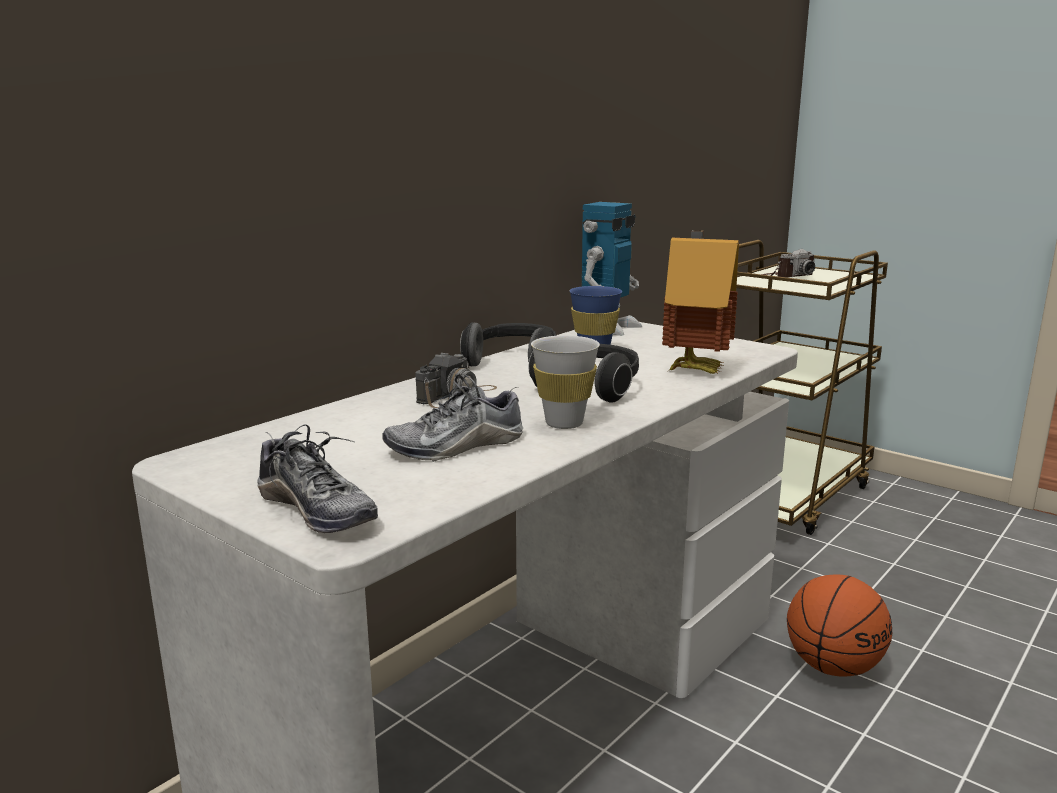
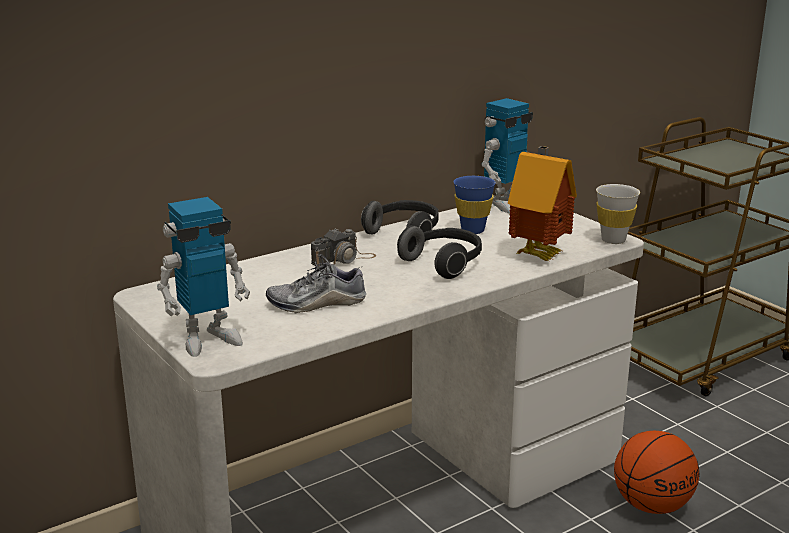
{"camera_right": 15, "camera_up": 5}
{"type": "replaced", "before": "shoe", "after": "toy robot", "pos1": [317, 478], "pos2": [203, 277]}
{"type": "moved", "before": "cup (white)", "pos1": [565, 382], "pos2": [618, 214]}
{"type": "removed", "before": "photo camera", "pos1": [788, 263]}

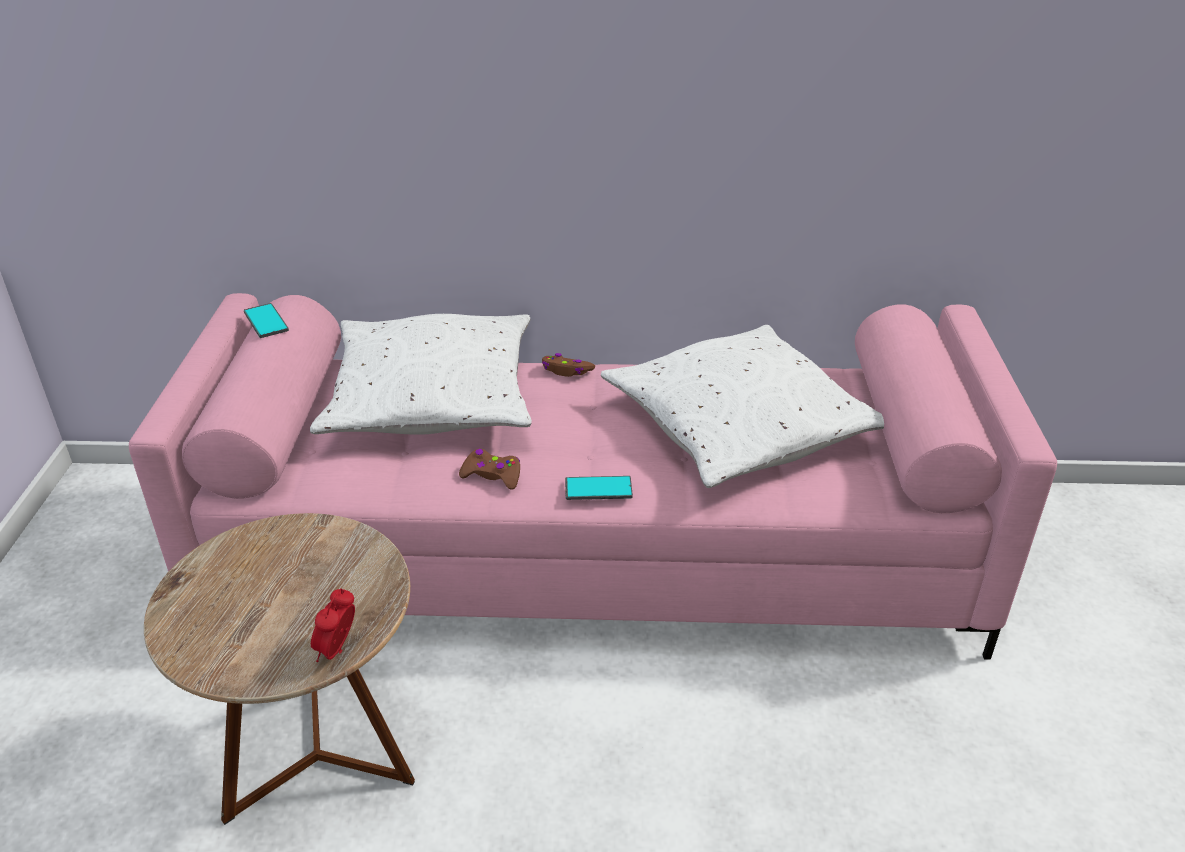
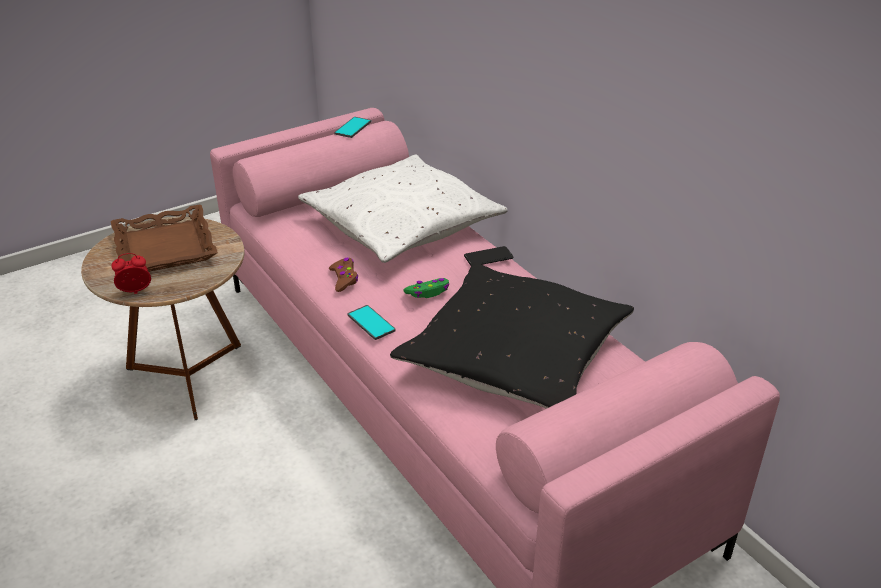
{"camera_right": 55, "camera_up": 0}
{"type": "replaced", "before": "game controller (brown)", "after": "phone", "pos1": [568, 365], "pos2": [489, 256]}
{"type": "recoloured", "before": "pillow (white)", "after": "pillow (black)", "pos1": [742, 406], "pos2": [512, 335]}
{"type": "added", "after": "tray (brown)", "pos2": [164, 238]}
{"type": "added", "after": "game controller (green)", "pos2": [426, 288]}

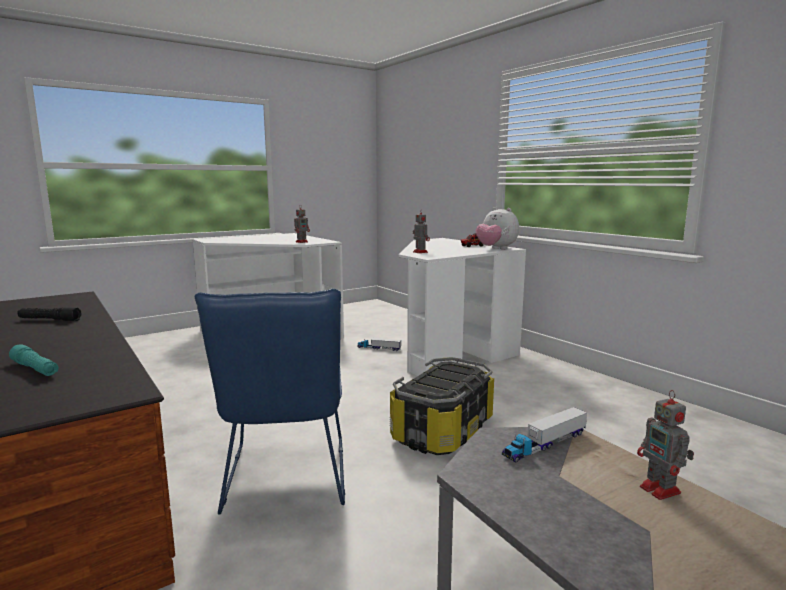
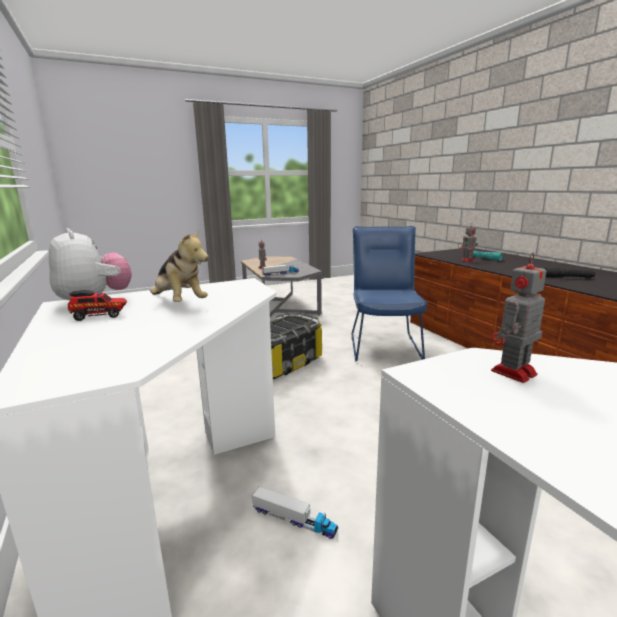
{"camera_right": -170, "camera_up": 5}
{"type": "moved", "before": "toy robot", "pos1": [421, 231], "pos2": [469, 243]}
{"type": "added", "after": "plush toy", "pos2": [179, 266]}

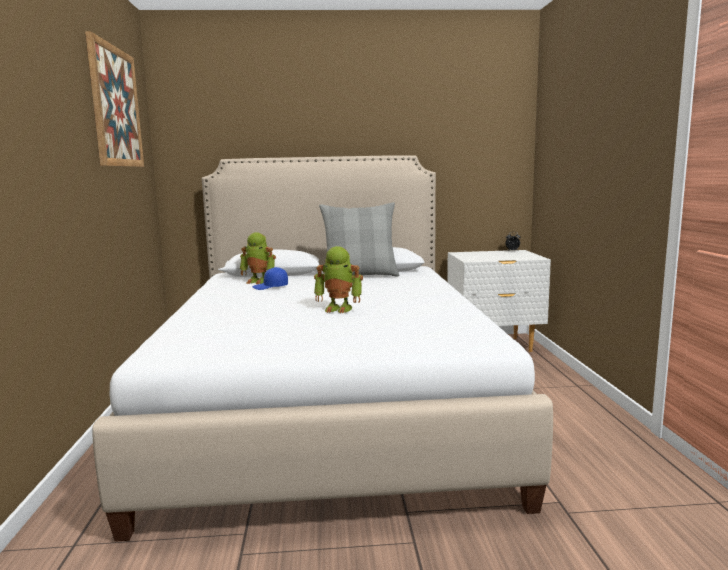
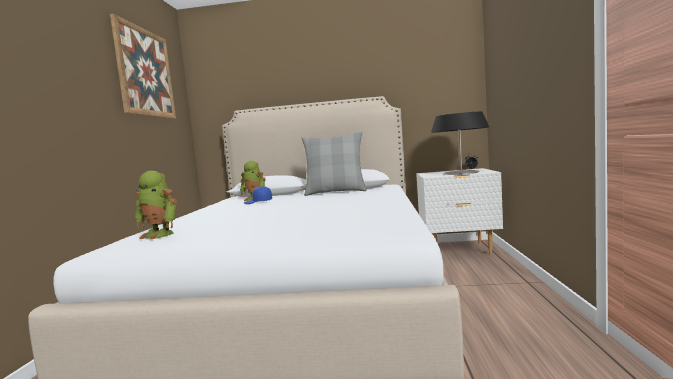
{"camera_right": 10, "camera_up": -5}
{"type": "moved", "before": "toy robot", "pos1": [338, 279], "pos2": [155, 205]}
{"type": "added", "after": "table lamp", "pos2": [460, 143]}

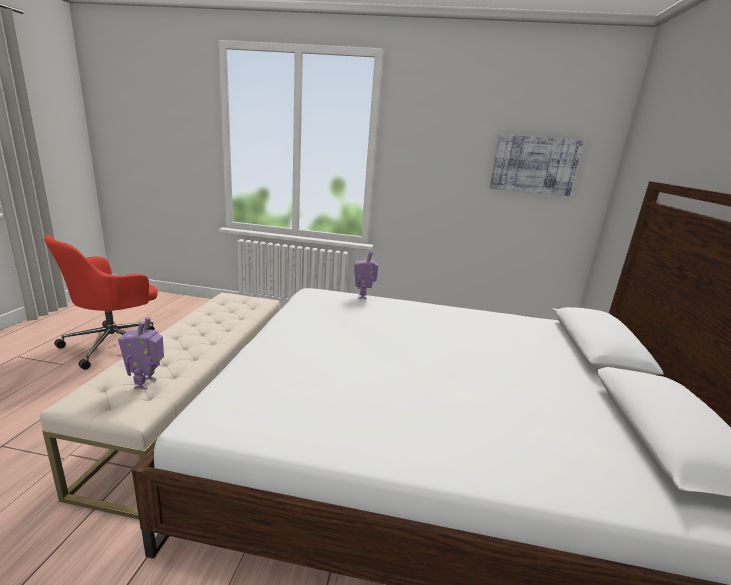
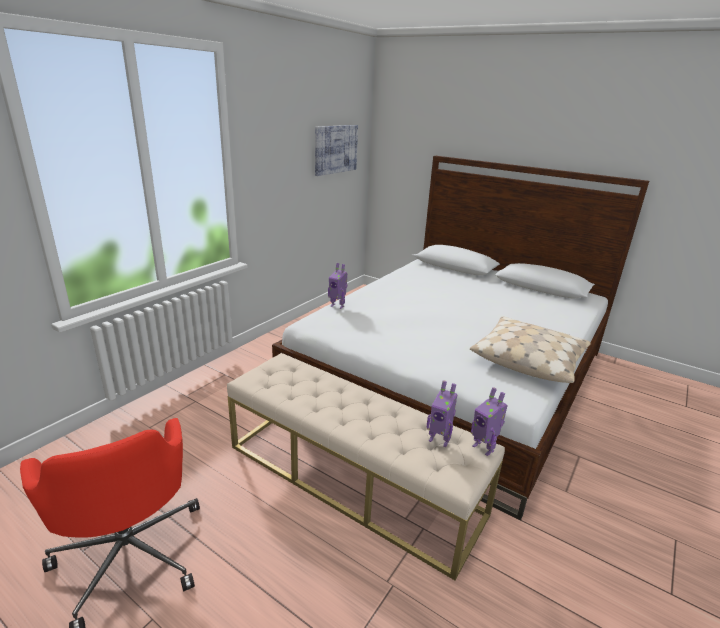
{"camera_right": -65, "camera_up": 5}
{"type": "added", "after": "pillow (beige)", "pos2": [530, 350]}
{"type": "added", "after": "toy robot", "pos2": [489, 421]}

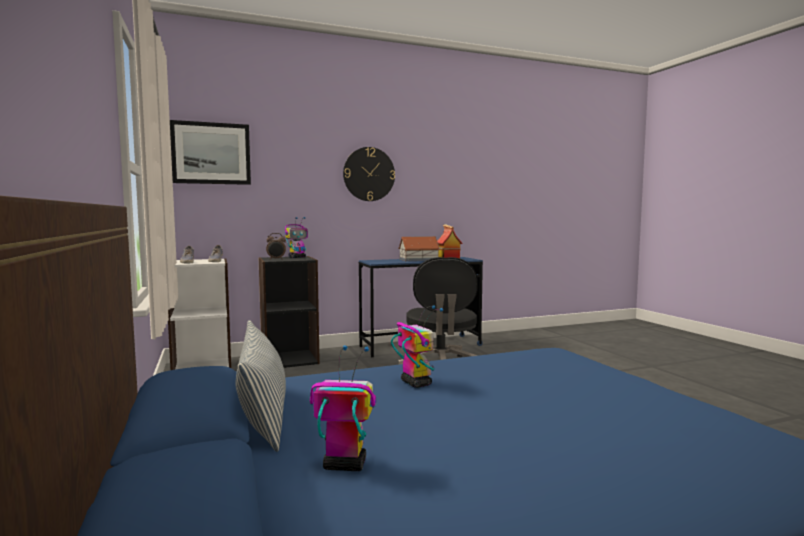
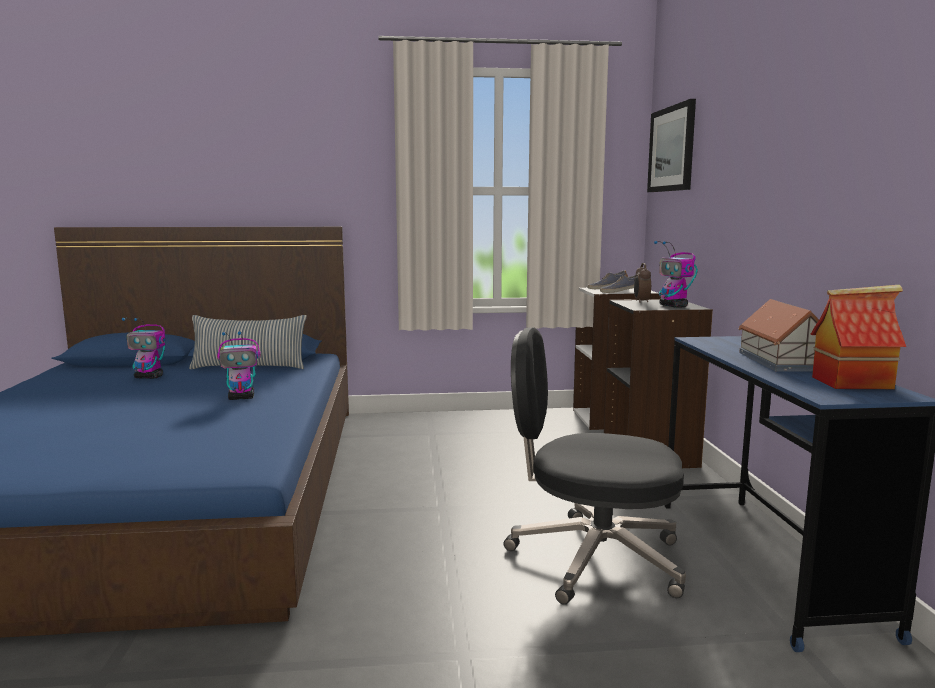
{"camera_right": 105, "camera_up": 5}
{"type": "turned", "before": "toy robot", "pos1": [343, 408], "pos2": [143, 348], "turn": 75}
{"type": "removed", "before": "wall clock", "pos1": [369, 174]}

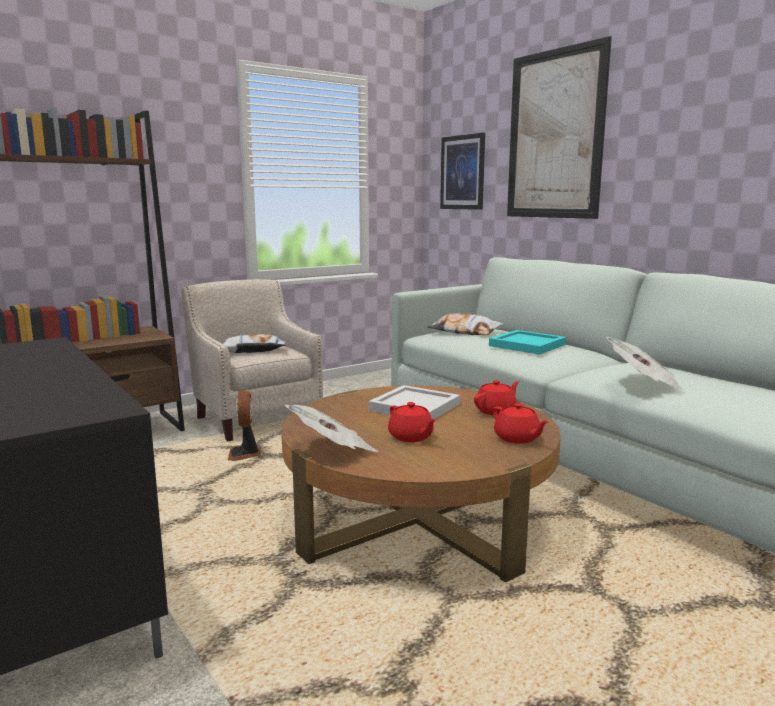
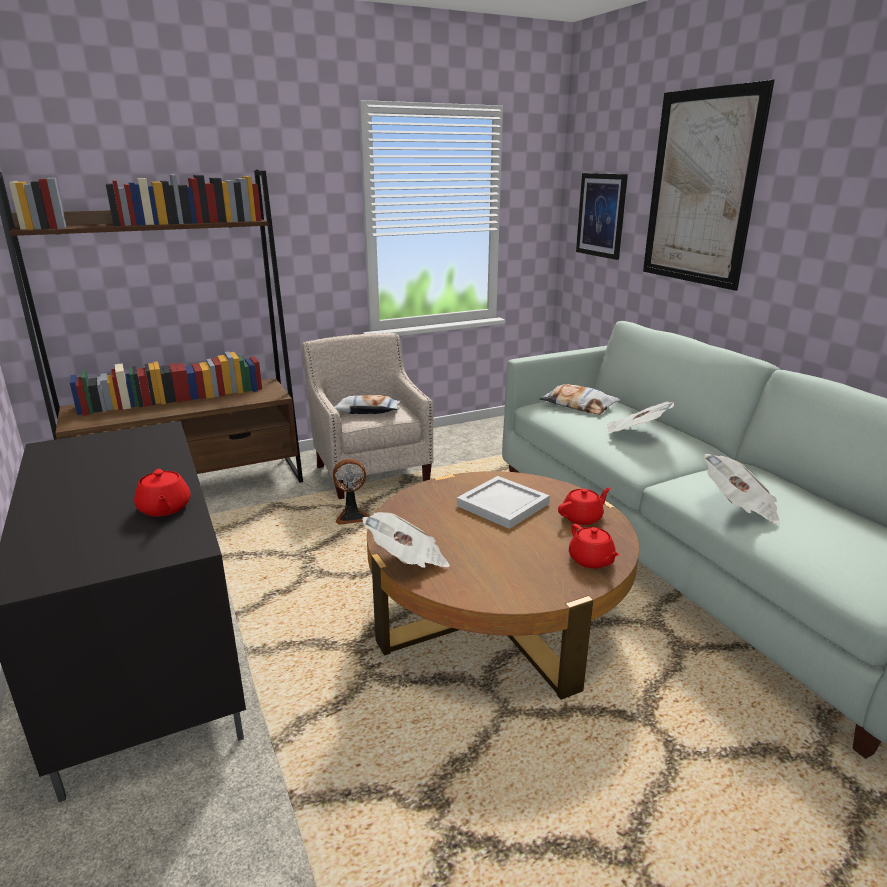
{"camera_right": 10, "camera_up": 10}
{"type": "turned", "before": "fan", "pos1": [244, 425], "pos2": [351, 491], "turn": -105}
{"type": "moved", "before": "teapot (red)", "pos1": [412, 422], "pos2": [162, 492]}
{"type": "replaced", "before": "tray (turquoise)", "after": "newspaper", "pos1": [527, 342], "pos2": [640, 417]}

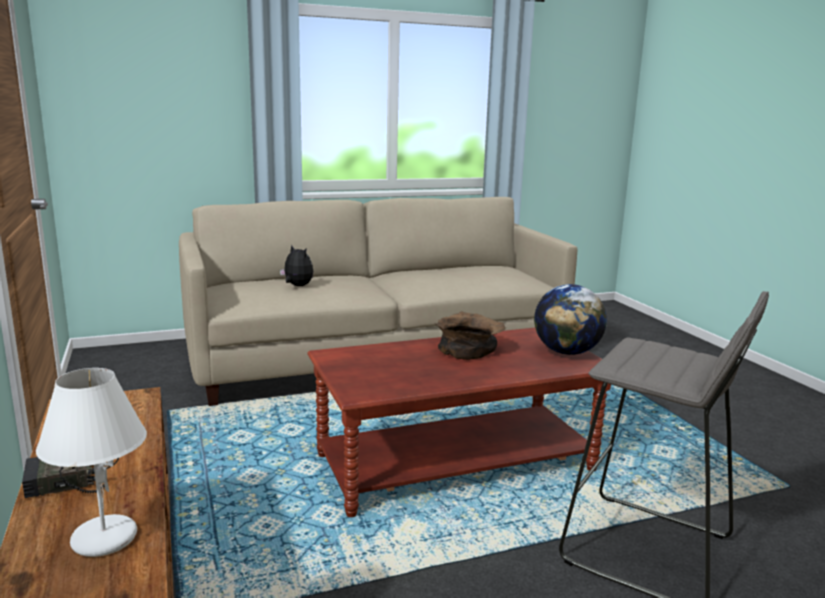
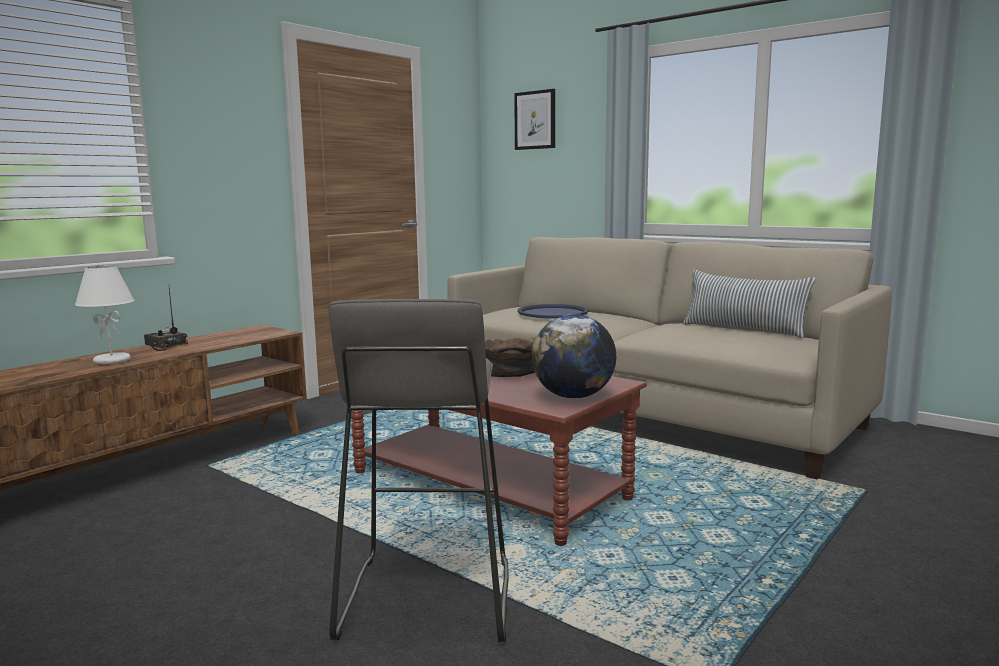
{"camera_right": 60, "camera_up": -5}
{"type": "replaced", "before": "plush toy", "after": "tray (blue)", "pos1": [296, 265], "pos2": [553, 311]}
{"type": "added", "after": "picture", "pos2": [534, 119]}
{"type": "added", "after": "pillow", "pos2": [749, 304]}

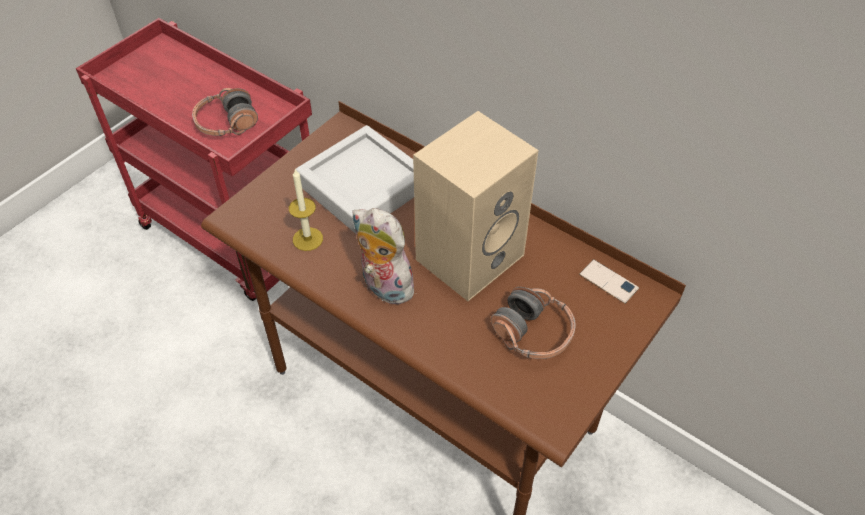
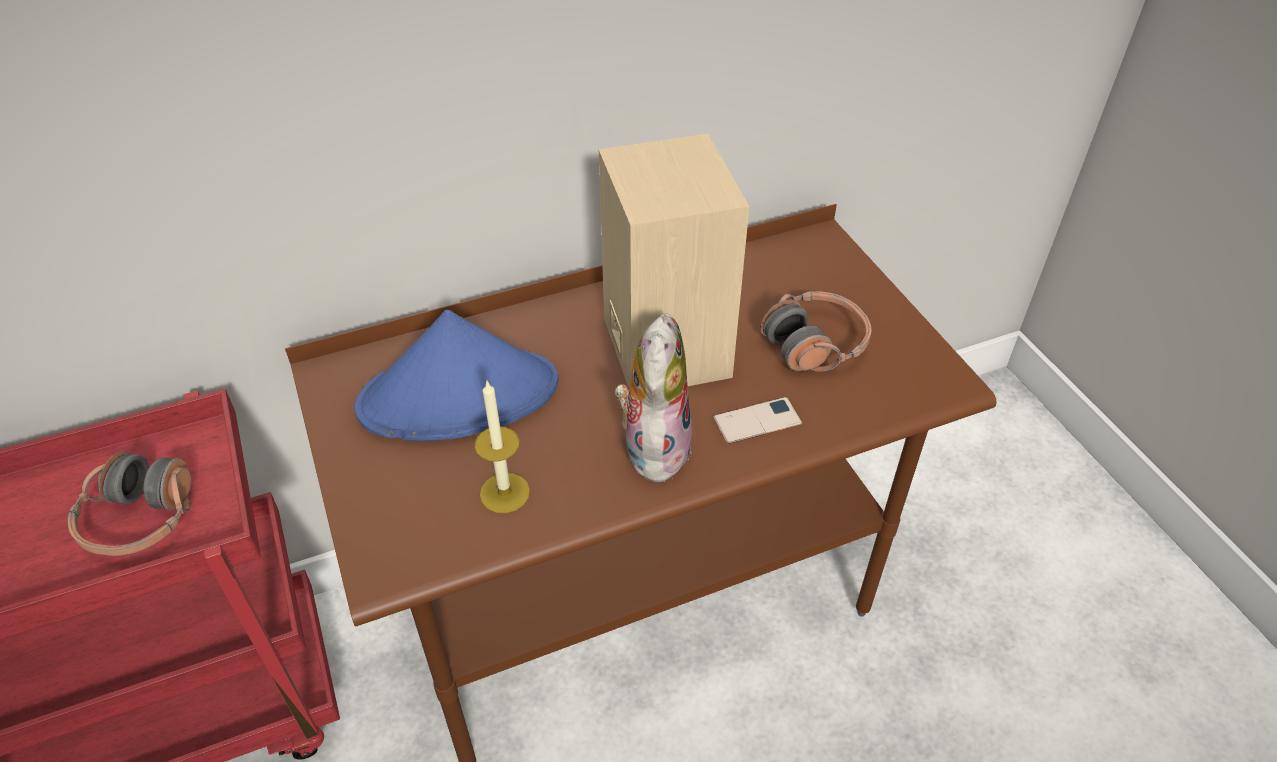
{"camera_right": -60, "camera_up": -5}
{"type": "replaced", "before": "tray (grey)", "after": "hat (blue)", "pos1": [355, 179], "pos2": [457, 375]}
{"type": "turned", "before": "plush toy", "pos1": [385, 256], "pos2": [653, 399], "turn": 120}
{"type": "moved", "before": "phone", "pos1": [609, 281], "pos2": [757, 420]}

